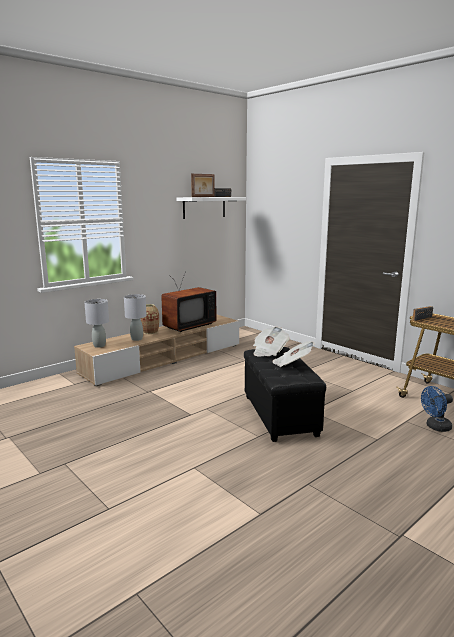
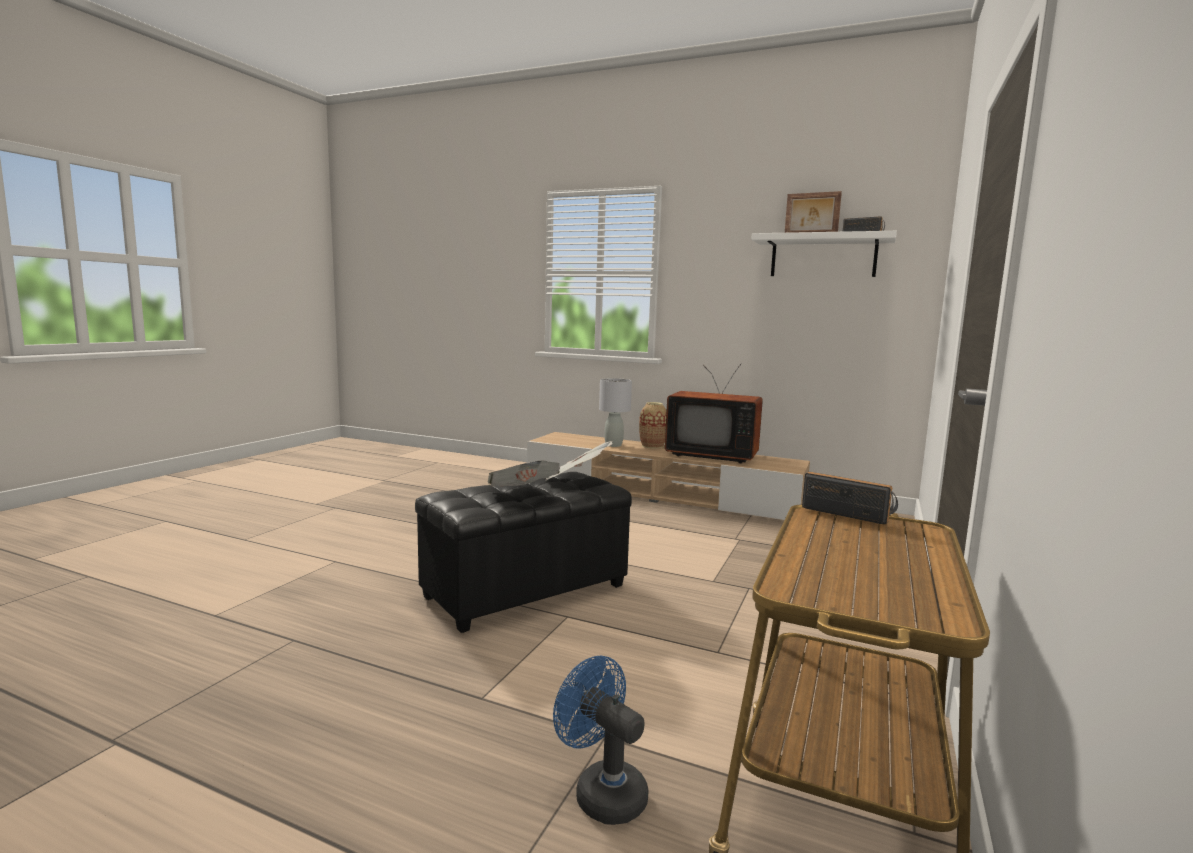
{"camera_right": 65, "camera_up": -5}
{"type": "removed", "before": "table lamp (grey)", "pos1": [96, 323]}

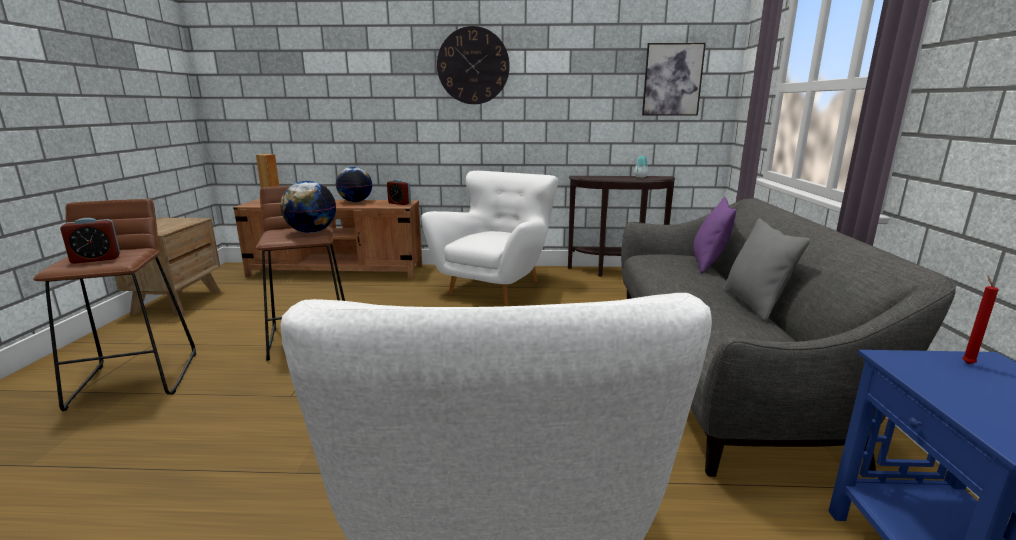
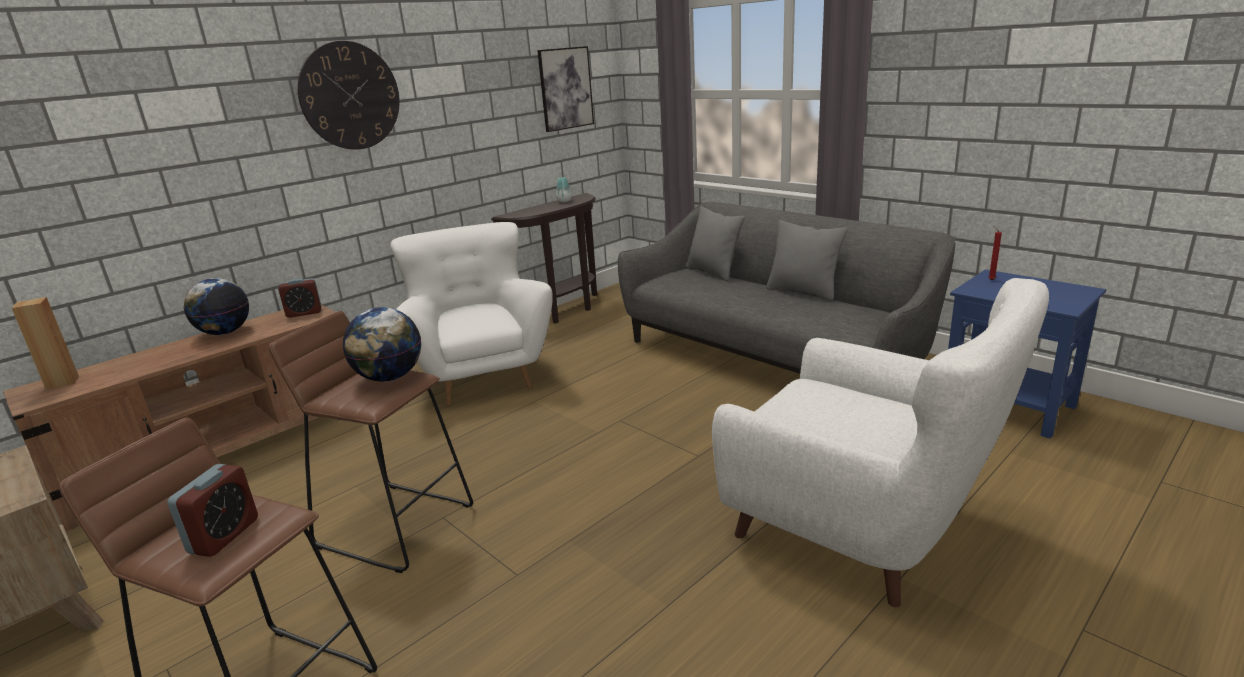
{"camera_right": -45, "camera_up": 5}
{"type": "recoloured", "before": "pillow (purple)", "after": "pillow (grey)", "pos1": [715, 235], "pos2": [715, 243]}

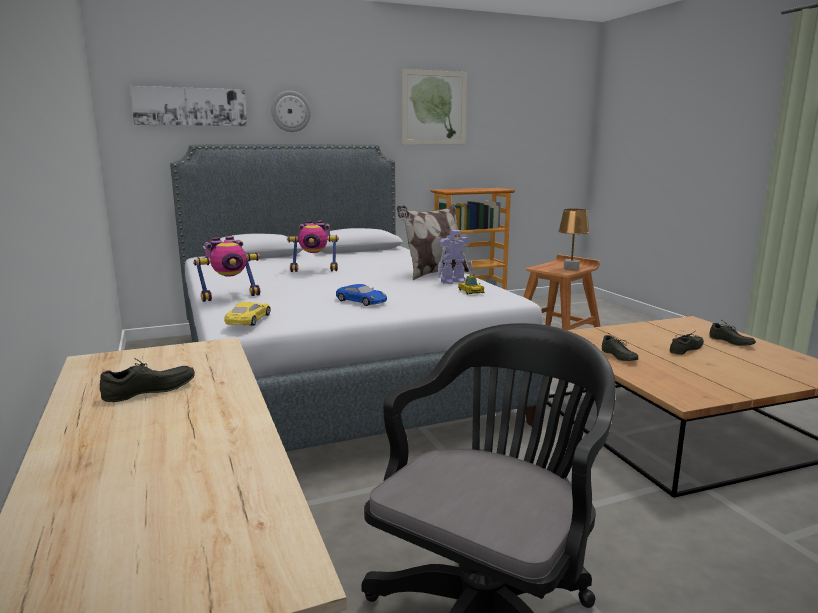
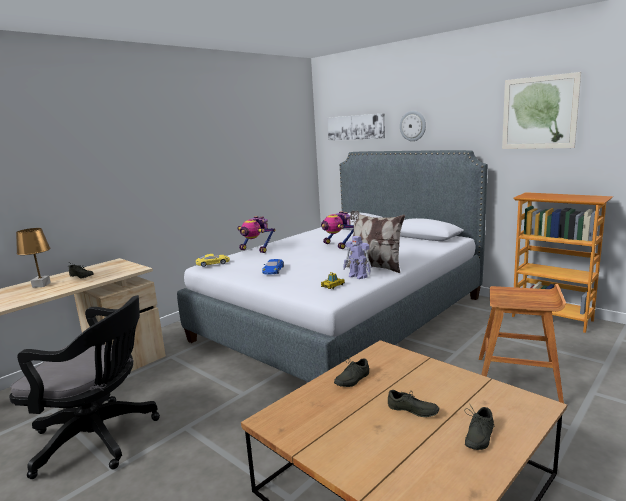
{"camera_right": 65, "camera_up": 0}
{"type": "moved", "before": "table lamp (brown)", "pos1": [574, 239], "pos2": [33, 258]}

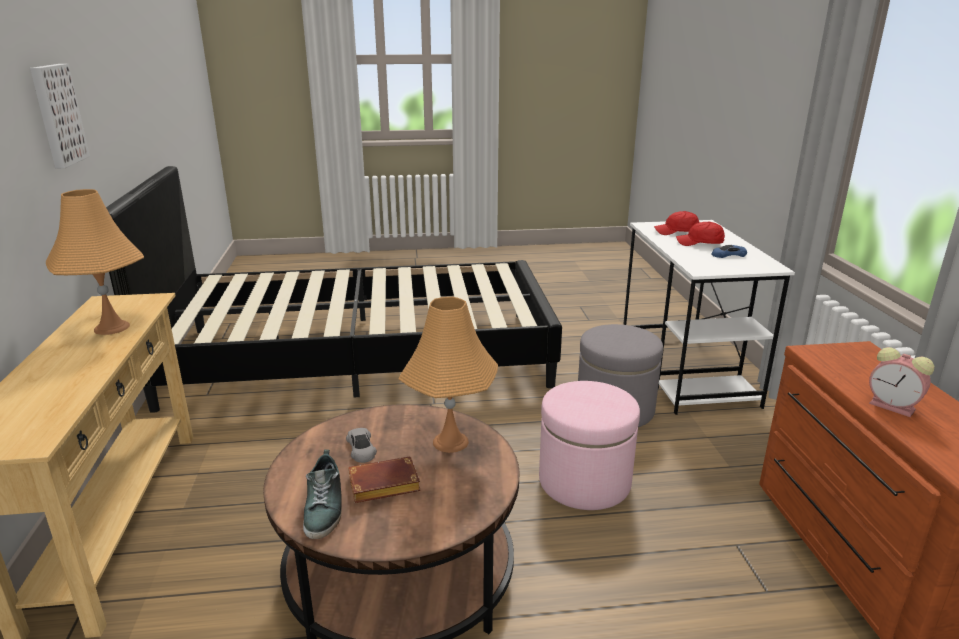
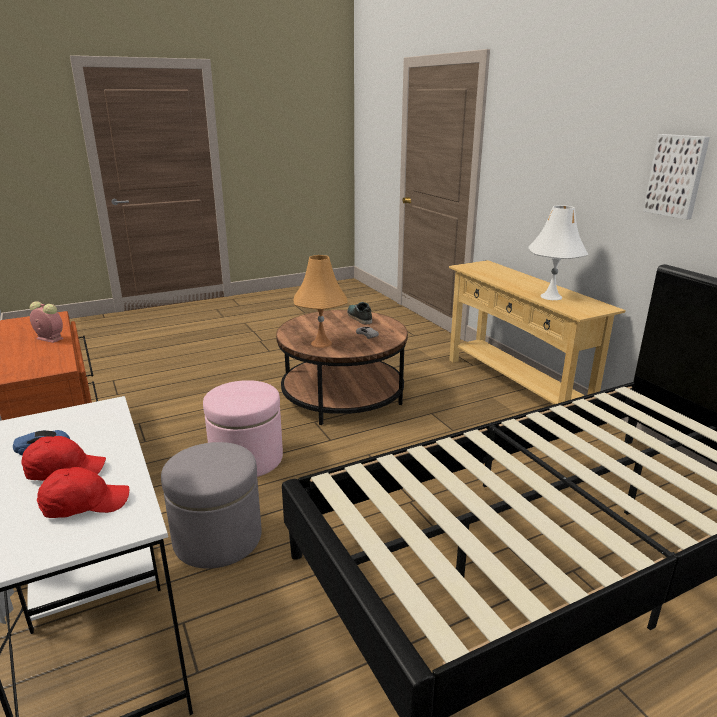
{"camera_right": 160, "camera_up": 0}
{"type": "recoloured", "before": "table lamp (orange)", "after": "table lamp (white)", "pos1": [95, 262], "pos2": [558, 252]}
{"type": "removed", "before": "book (brown)", "pos1": [384, 479]}

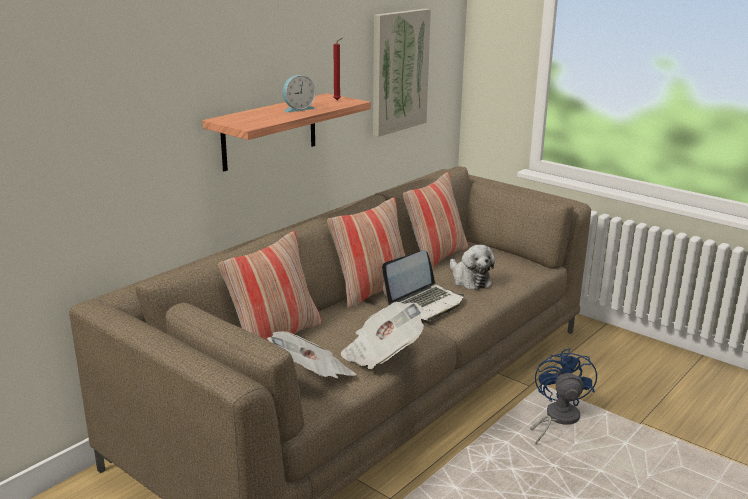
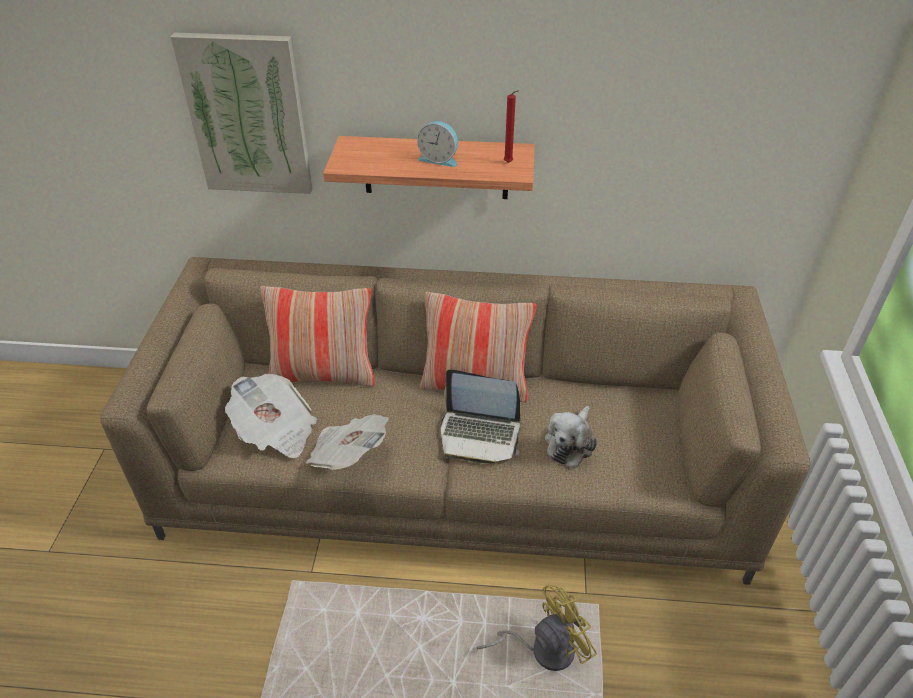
{"camera_right": 55, "camera_up": 20}
{"type": "moved", "before": "picture", "pos1": [402, 73], "pos2": [241, 113]}
{"type": "removed", "before": "pillow", "pos1": [435, 220]}
{"type": "recoloured", "before": "fan (blue)", "after": "fan (yellow)", "pos1": [563, 396], "pos2": [536, 628]}

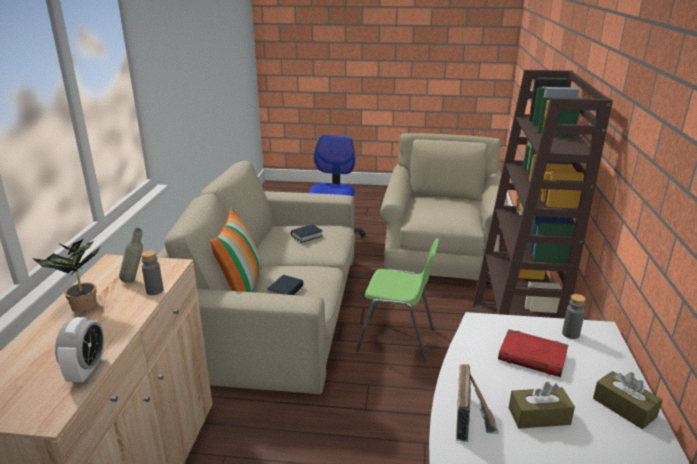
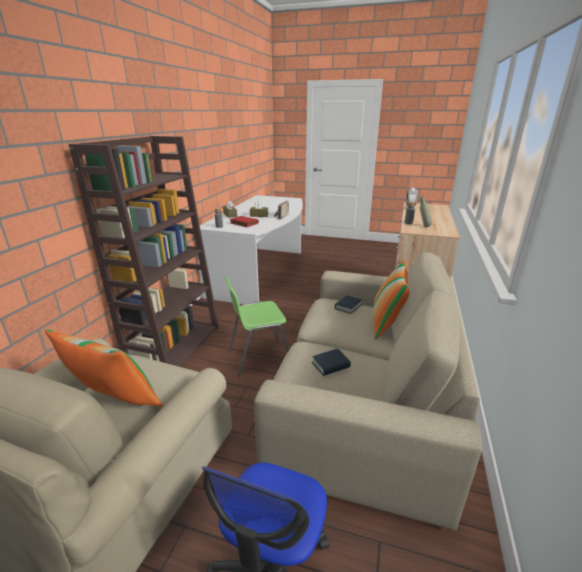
{"camera_right": -170, "camera_up": 0}
{"type": "removed", "before": "potted plant", "pos1": [67, 275]}
{"type": "turned", "before": "chair (green)", "pos1": [397, 300], "pos2": [257, 327], "turn": -45}
{"type": "added", "after": "pillow", "pos2": [104, 368]}

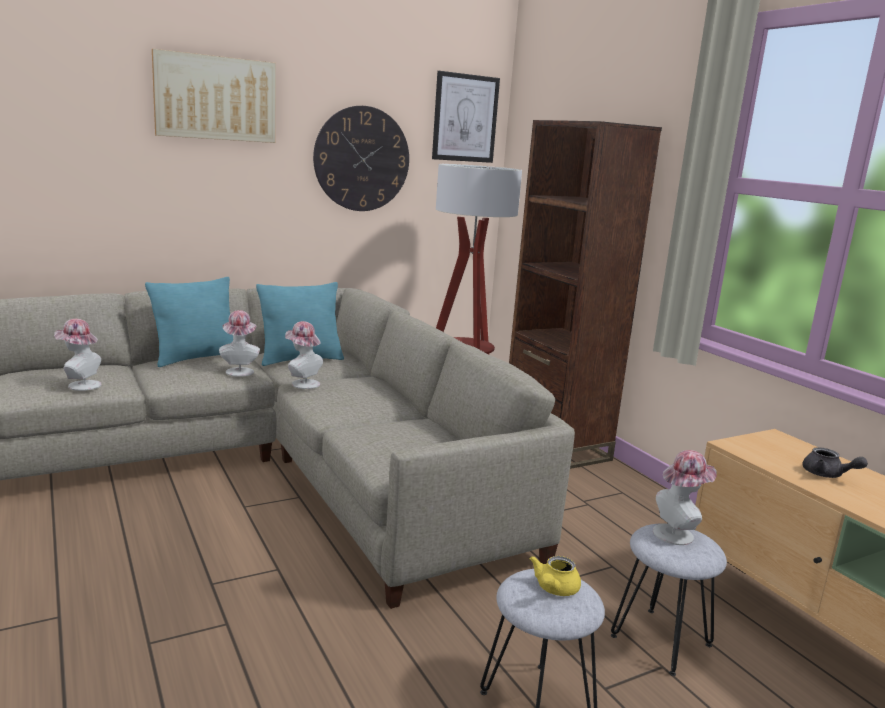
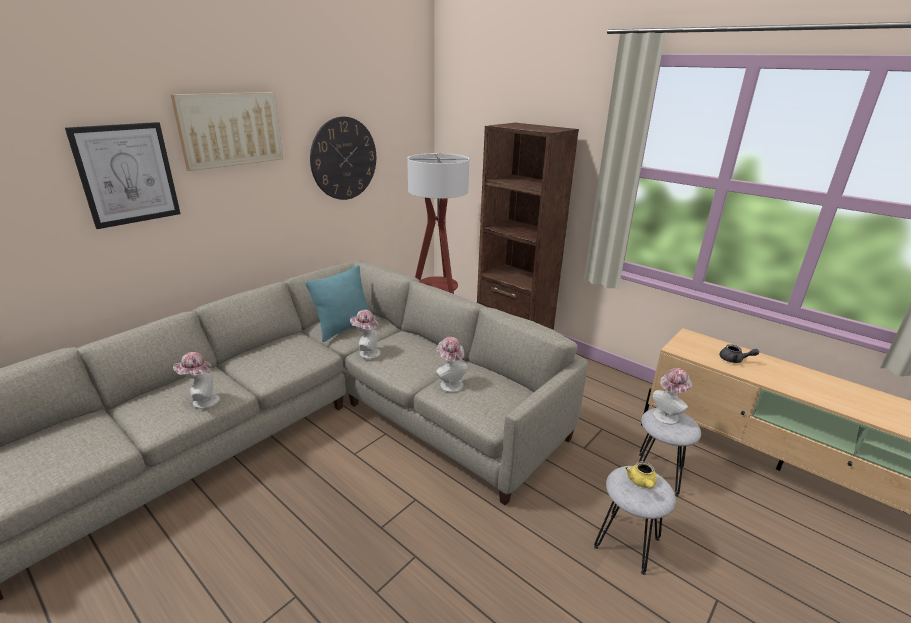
{"camera_right": -20, "camera_up": 10}
{"type": "removed", "before": "pillow (turquoise)", "pos1": [189, 322]}
{"type": "moved", "before": "hat", "pos1": [239, 343], "pos2": [452, 364]}
{"type": "moved", "before": "picture", "pos1": [466, 117], "pos2": [123, 175]}

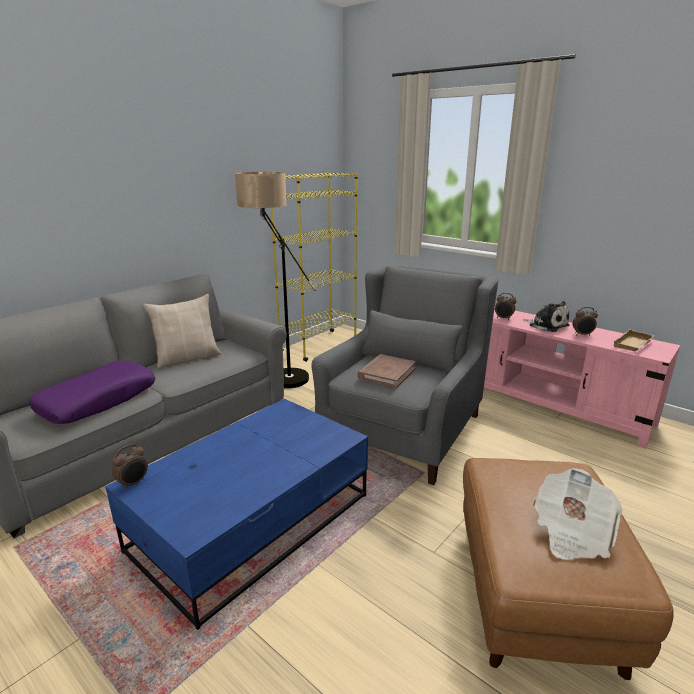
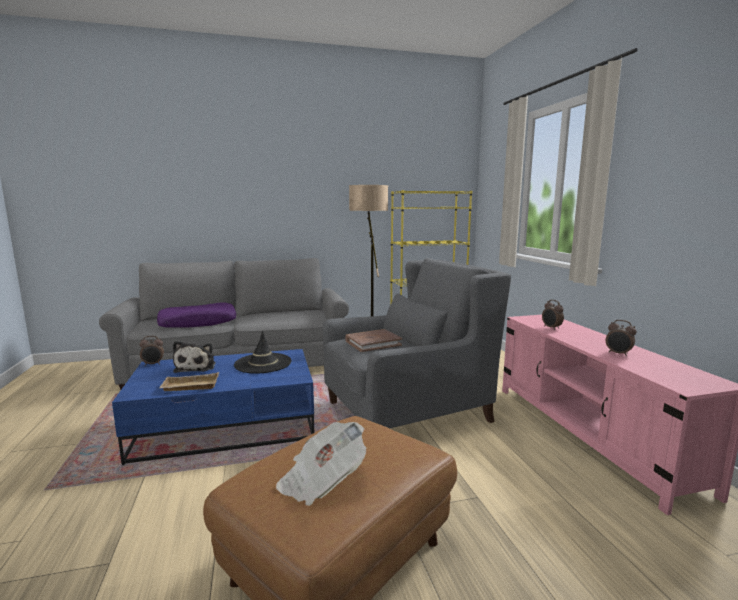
{"camera_right": 35, "camera_up": -10}
{"type": "removed", "before": "pillow (beige)", "pos1": [182, 331]}
{"type": "moved", "before": "plush toy", "pos1": [546, 316], "pos2": [194, 357]}
{"type": "moved", "before": "tray (beige)", "pos1": [634, 340], "pos2": [189, 381]}
{"type": "added", "after": "hat (black)", "pos2": [263, 352]}

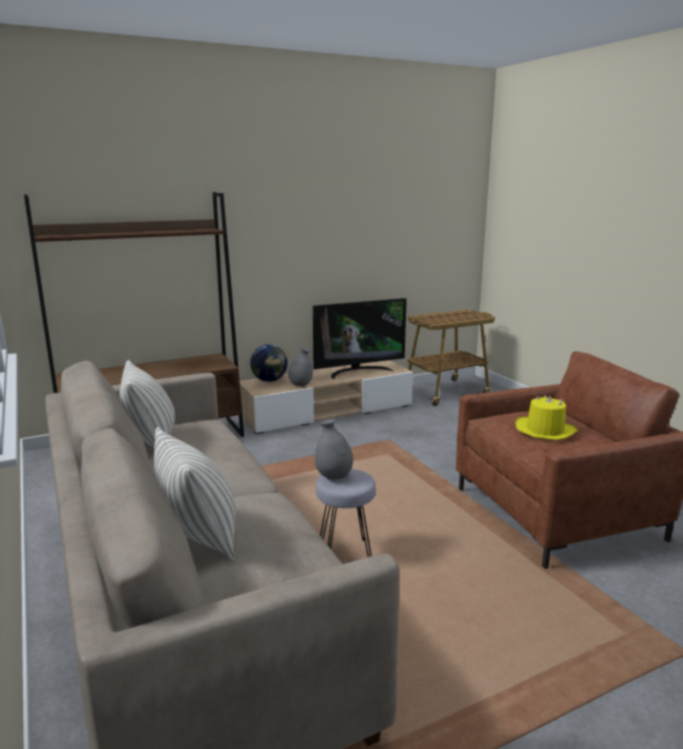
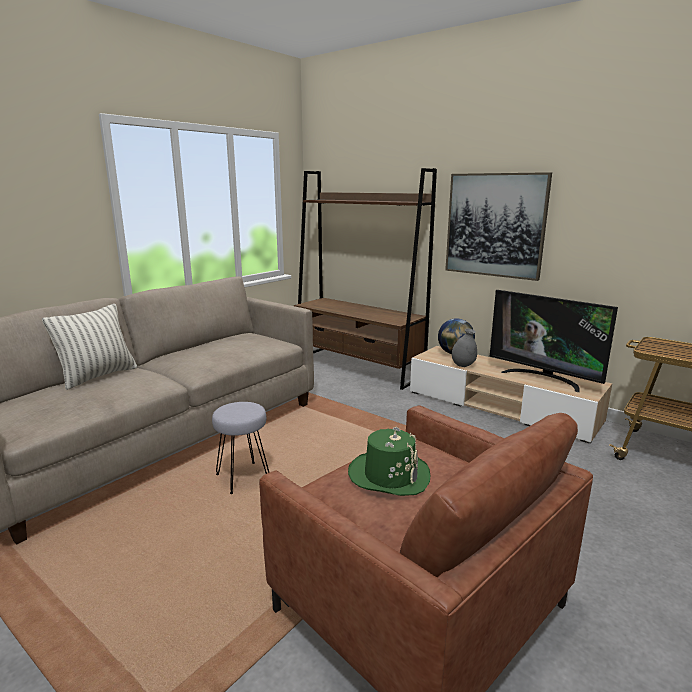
{"camera_right": 65, "camera_up": 0}
{"type": "removed", "before": "pillow", "pos1": [147, 403]}
{"type": "removed", "before": "vase (grey)", "pos1": [334, 449]}
{"type": "recoloured", "before": "hat (yellow)", "after": "hat (green)", "pos1": [546, 418], "pos2": [389, 461]}
{"type": "added", "after": "picture", "pos2": [498, 226]}

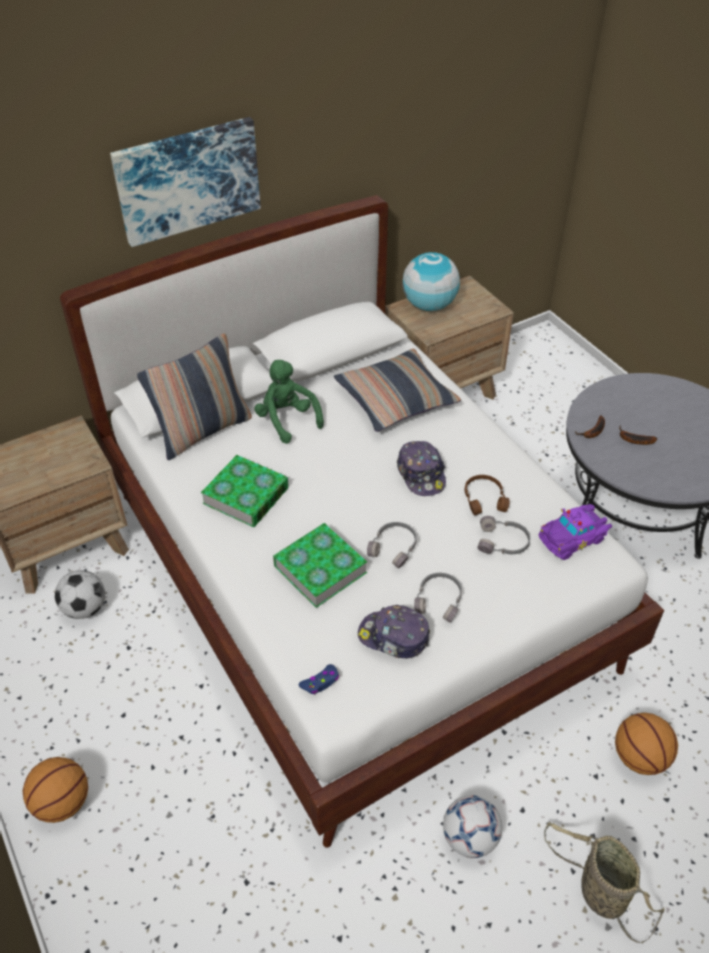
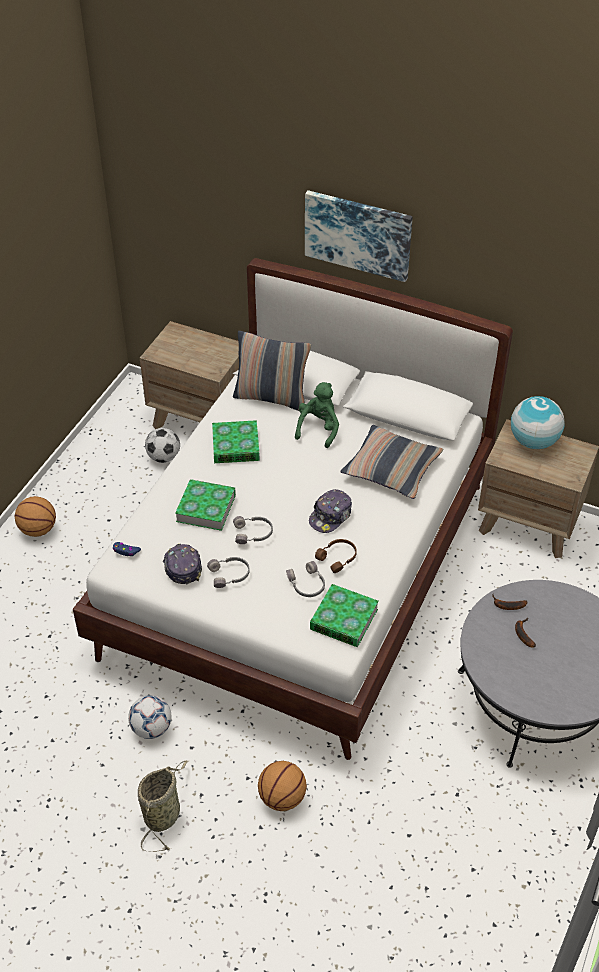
{"camera_right": 55, "camera_up": 0}
{"type": "replaced", "before": "toy car (purple)", "after": "book", "pos1": [575, 532], "pos2": [344, 615]}

